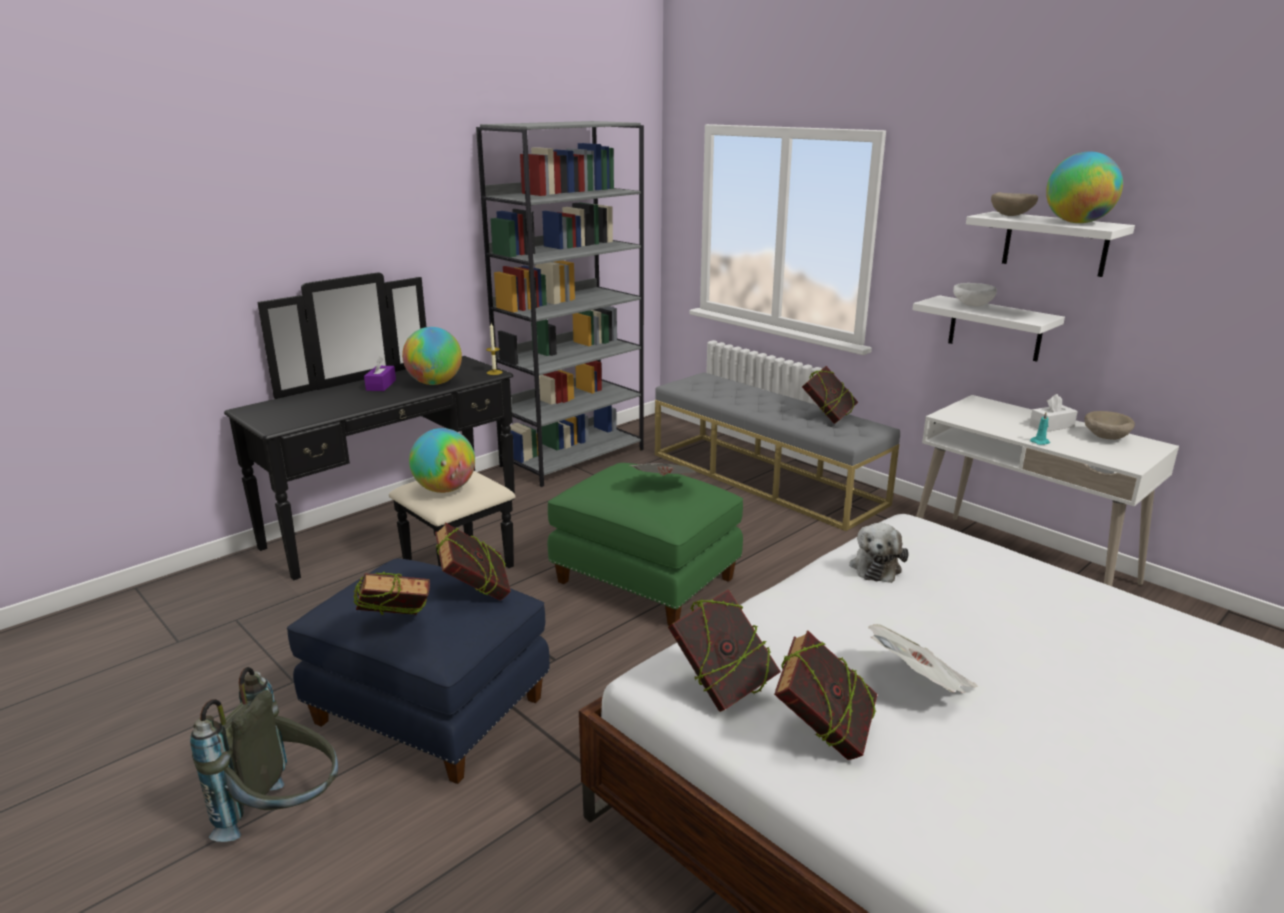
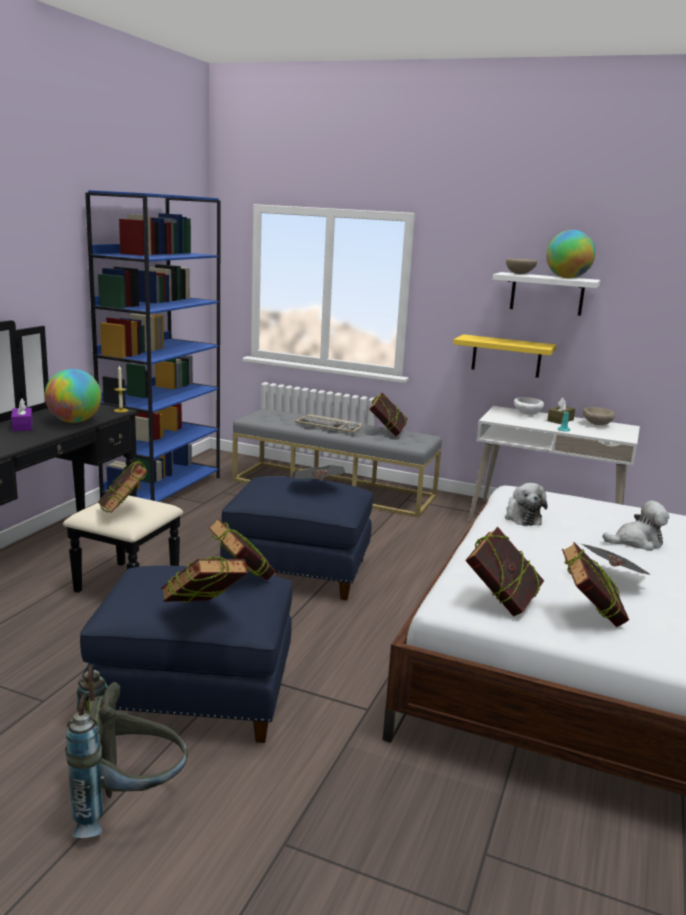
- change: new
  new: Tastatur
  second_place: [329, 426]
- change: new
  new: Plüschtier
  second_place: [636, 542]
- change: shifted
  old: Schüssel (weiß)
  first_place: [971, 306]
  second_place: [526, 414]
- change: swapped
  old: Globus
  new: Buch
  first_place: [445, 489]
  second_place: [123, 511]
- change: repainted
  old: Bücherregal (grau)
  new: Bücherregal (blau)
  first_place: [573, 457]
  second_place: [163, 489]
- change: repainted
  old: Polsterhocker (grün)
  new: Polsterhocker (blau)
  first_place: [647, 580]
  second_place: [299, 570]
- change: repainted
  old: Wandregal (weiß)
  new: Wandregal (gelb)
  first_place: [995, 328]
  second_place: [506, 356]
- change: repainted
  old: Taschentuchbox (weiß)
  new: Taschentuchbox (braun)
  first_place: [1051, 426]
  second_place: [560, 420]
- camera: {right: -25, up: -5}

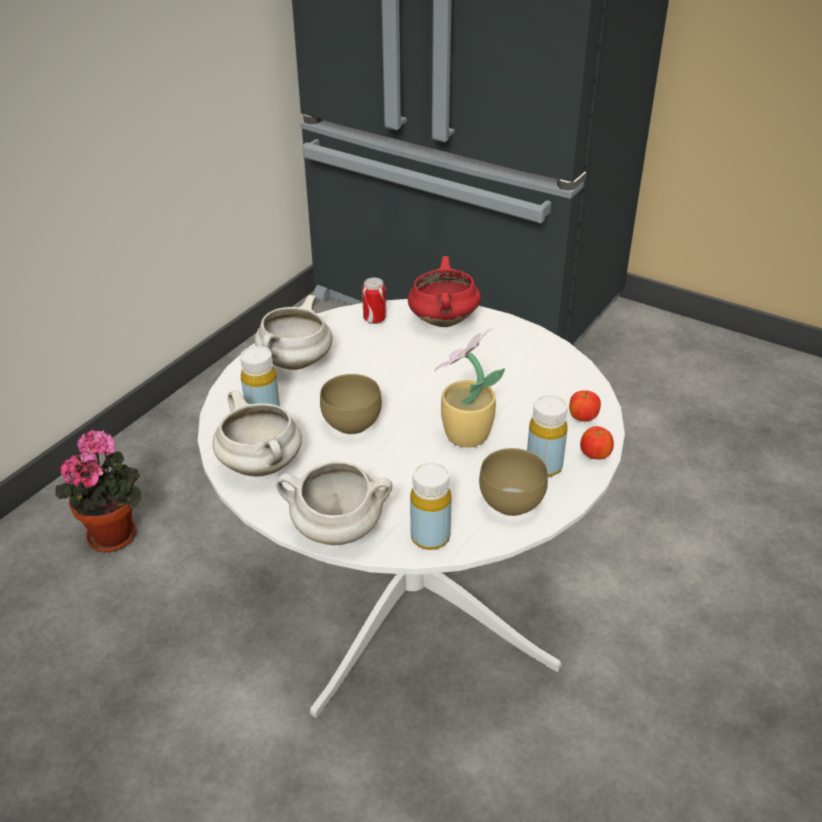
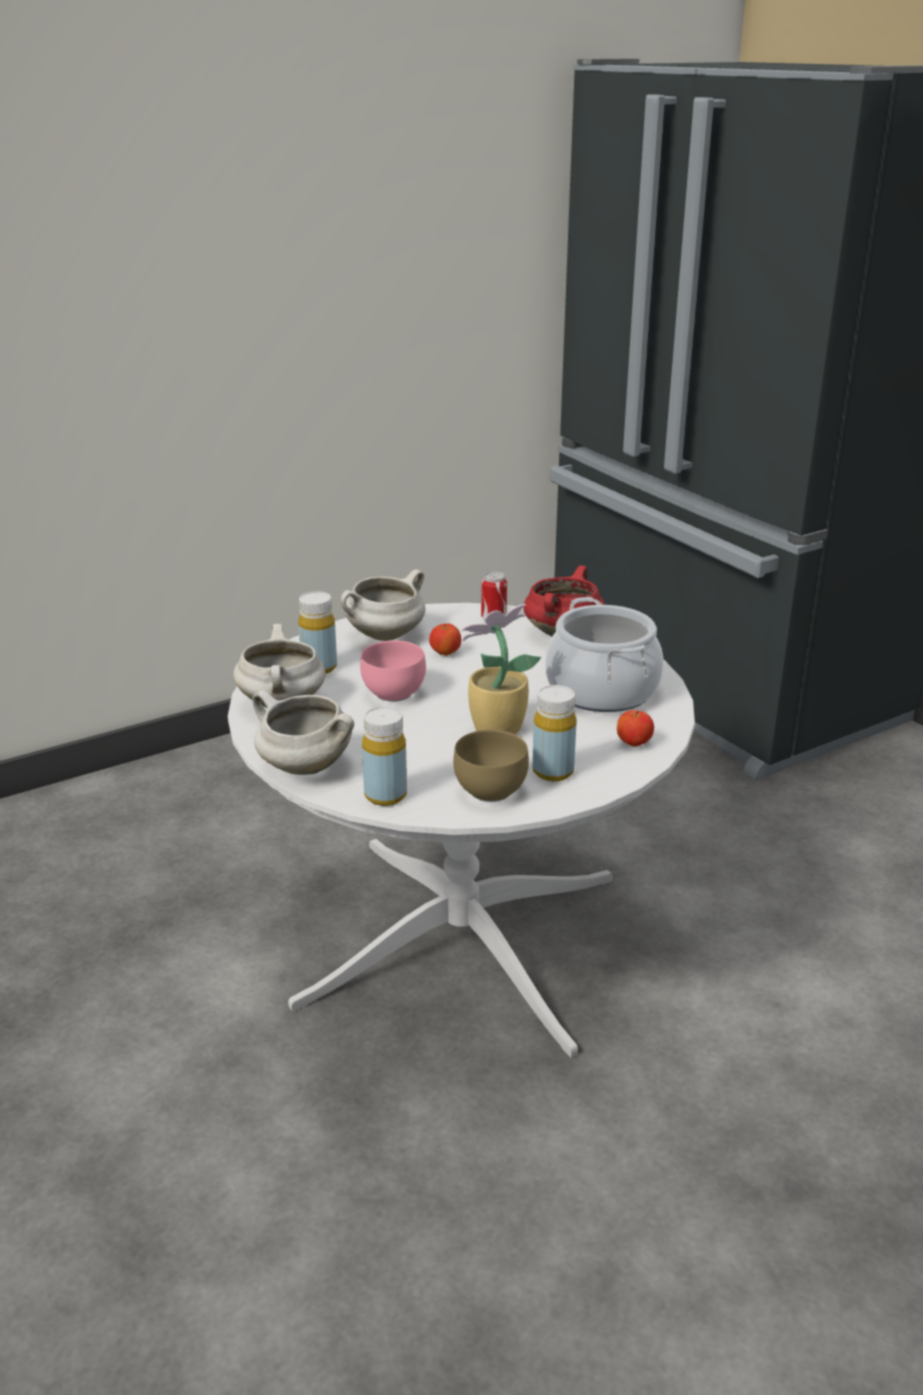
- change: gone
  old: Topfpflanze
  first_place: [115, 532]
- change: new
  new: Kochtopf
  second_place: [601, 691]
- change: shifted
  old: Apfel
  first_place: [595, 456]
  second_place: [445, 653]
- change: repainted
  old: Schüssel (braun)
  new: Schüssel (rosa)
  first_place: [353, 422]
  second_place: [395, 692]
- camera: {right: 25, up: -10}

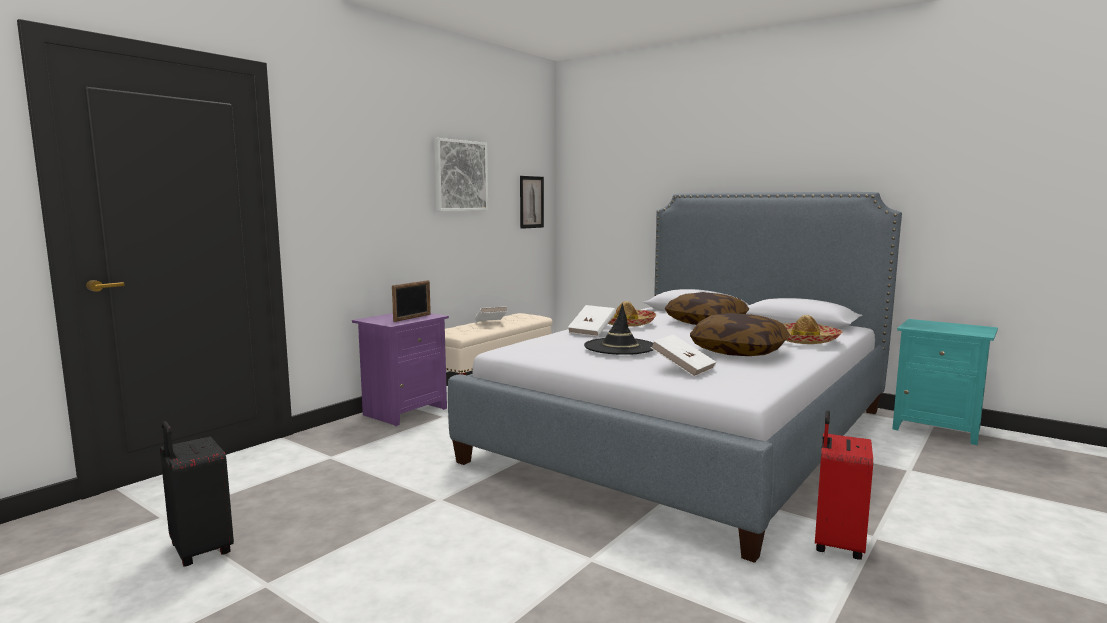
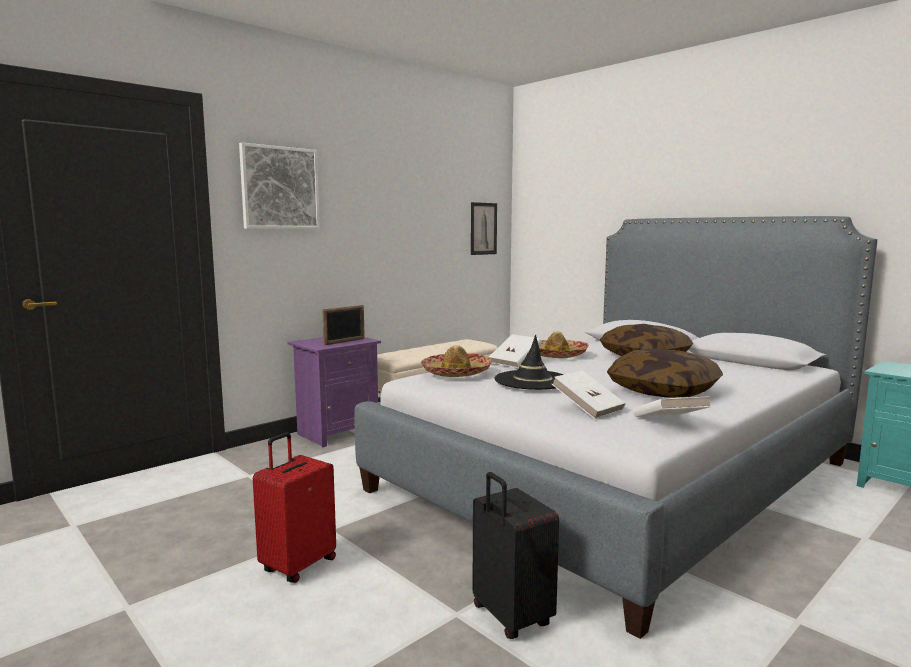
- change: shifted
  old: Koffer (schwarz)
  first_place: [199, 551]
  second_place: [510, 617]
- change: shifted
  old: Bild
  first_place: [460, 176]
  second_place: [280, 188]
- change: shifted
  old: Buch (weiß)
  first_place: [490, 323]
  second_place: [669, 424]
- change: shifted
  old: Hut
  first_place: [805, 340]
  second_place: [456, 372]
- change: shifted
  old: Koffer (rot)
  first_place: [836, 544]
  second_place: [297, 565]
- camera: {right: 10, up: 0}

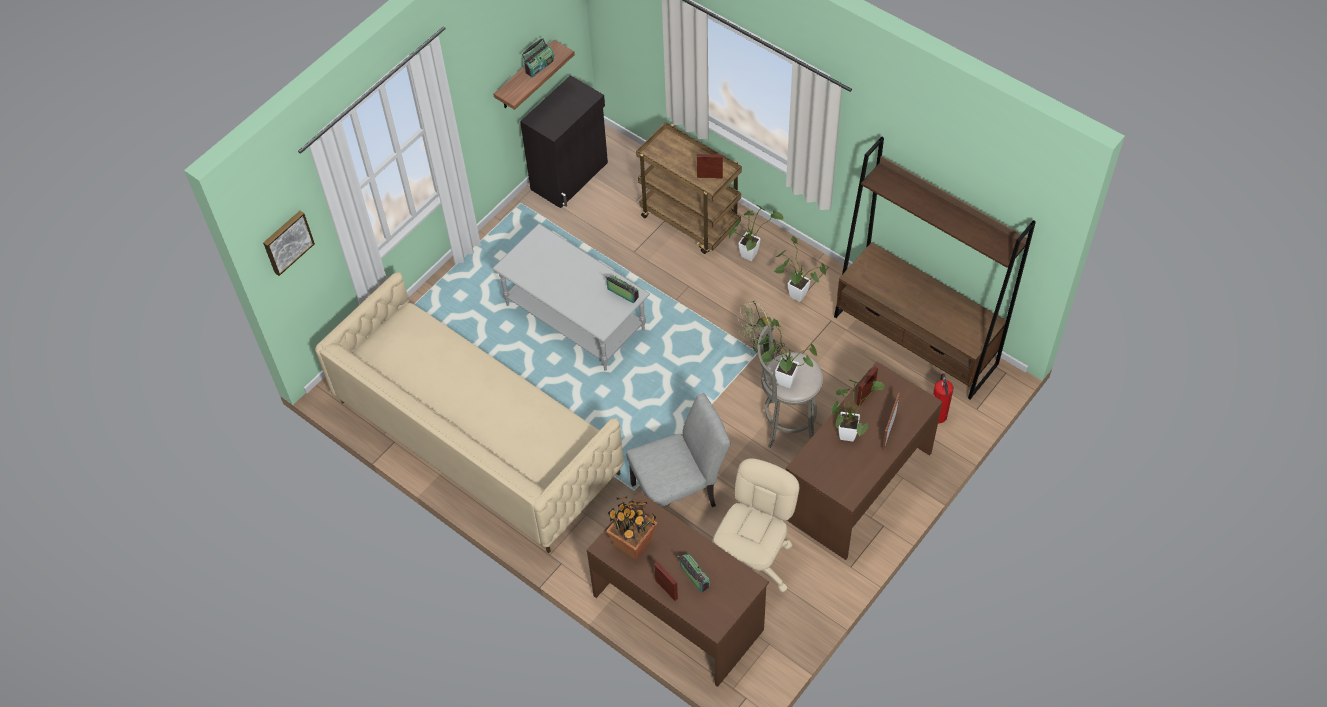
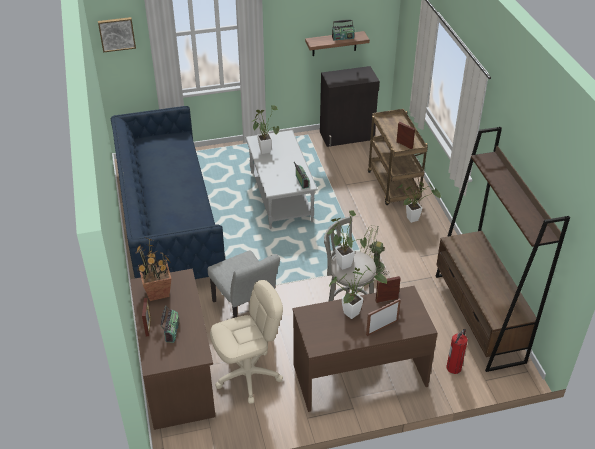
- change: shifted
  old: Topfpflanze
  first_place: [794, 294]
  second_place: [264, 149]
- change: repainted
  old: Sofa (beige)
  new: Sofa (blau)
  first_place: [477, 437]
  second_place: [169, 221]
- change: rotated
  old: Stuhl (grau)
  first_place: [680, 493]
  second_place: [246, 312]
  degrees: 45
- camera: {right: 35, up: -15}

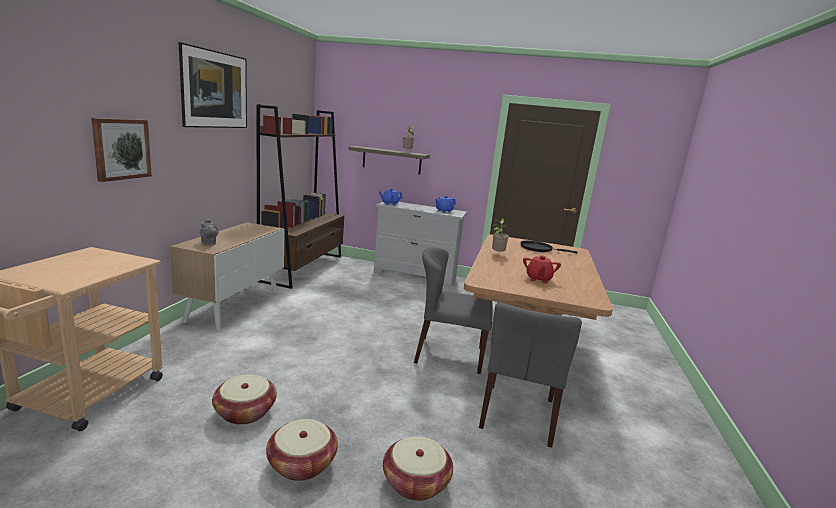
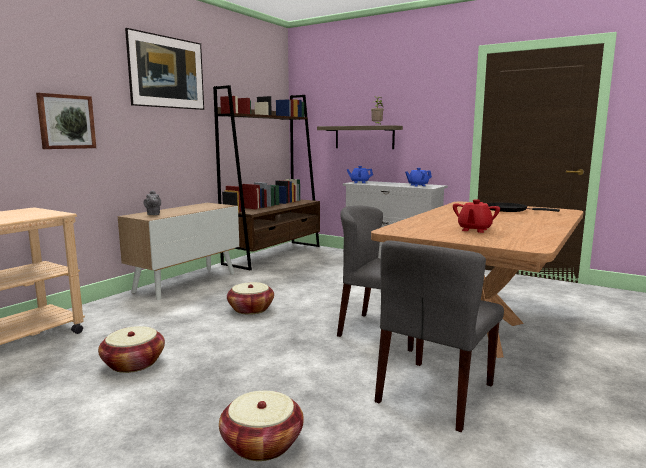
- change: gone
  old: Topfpflanze
  first_place: [497, 254]
- change: shifted
  old: Korb
  first_place: [301, 464]
  second_place: [251, 309]
- camera: {right: 20, up: -5}

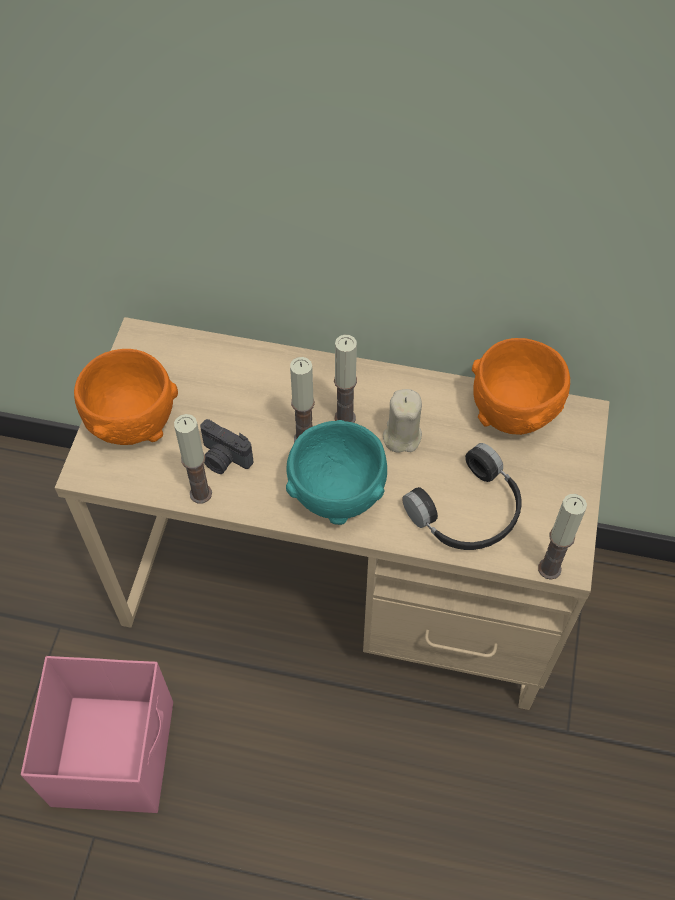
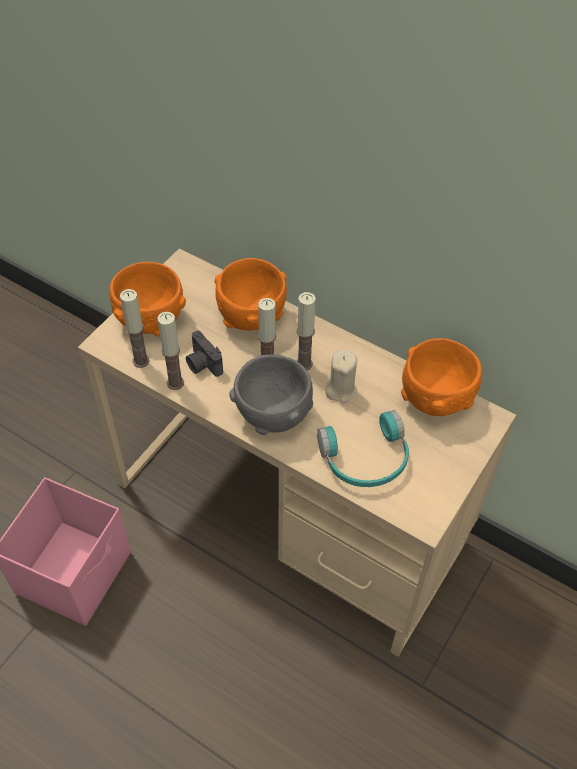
- change: new
  new: Schüssel (orange)
  second_place: [251, 317]
- change: shifted
  old: Kerze
  first_place: [549, 568]
  second_place: [141, 361]
- change: repainted
  old: Schüssel (türkis)
  new: Schüssel (grau)
  first_place: [337, 494]
  second_place: [273, 415]
- change: repainted
  old: Kopfhörer (schwarz)
  new: Kopfhörer (türkis)
  first_place: [468, 513]
  second_place: [366, 460]
- camera: {right: 20, up: -5}

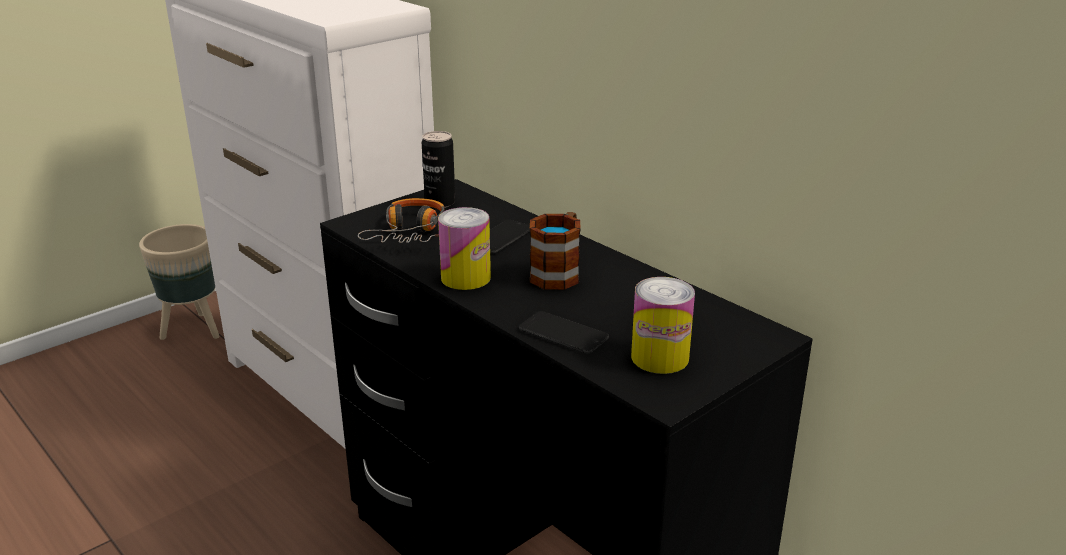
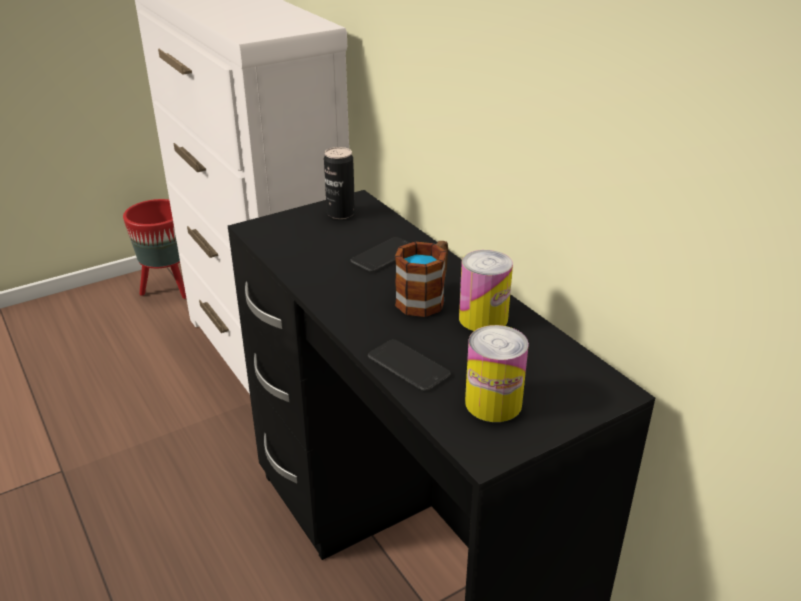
- change: gone
  old: Kopfhörer
  first_place: [410, 233]
- change: shifted
  old: Dose
  first_place: [465, 278]
  second_place: [483, 318]
- change: repainted
  old: Pflanzkübel (beige)
  new: Pflanzkübel (rot)
  first_place: [193, 331]
  second_place: [168, 290]
- camera: {right: 10, up: 5}

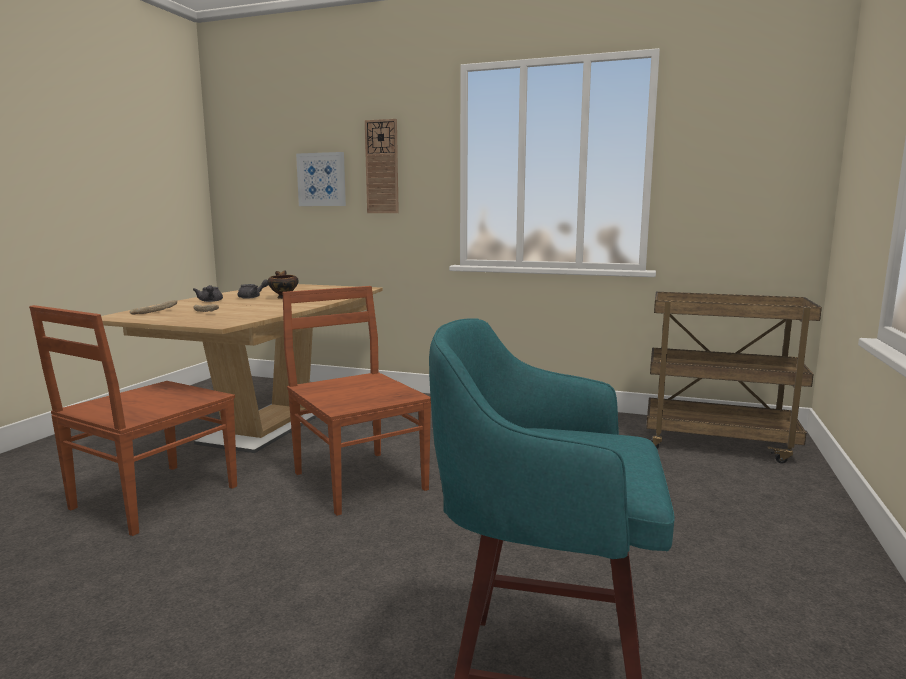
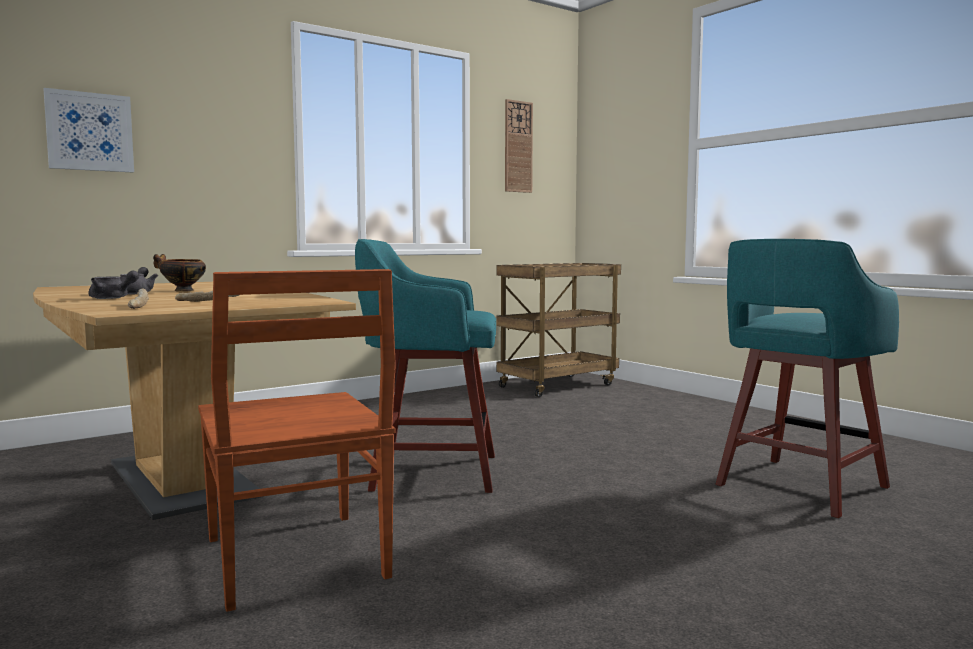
- change: shifted
  old: Wanduhr
  first_place: [382, 167]
  second_place: [518, 147]
- change: swapped
  old: Stuhl (braun)
  new: Hocker (türkis)
  first_place: [358, 479]
  second_place: [430, 472]
- camera: {right: -55, up: -5}

